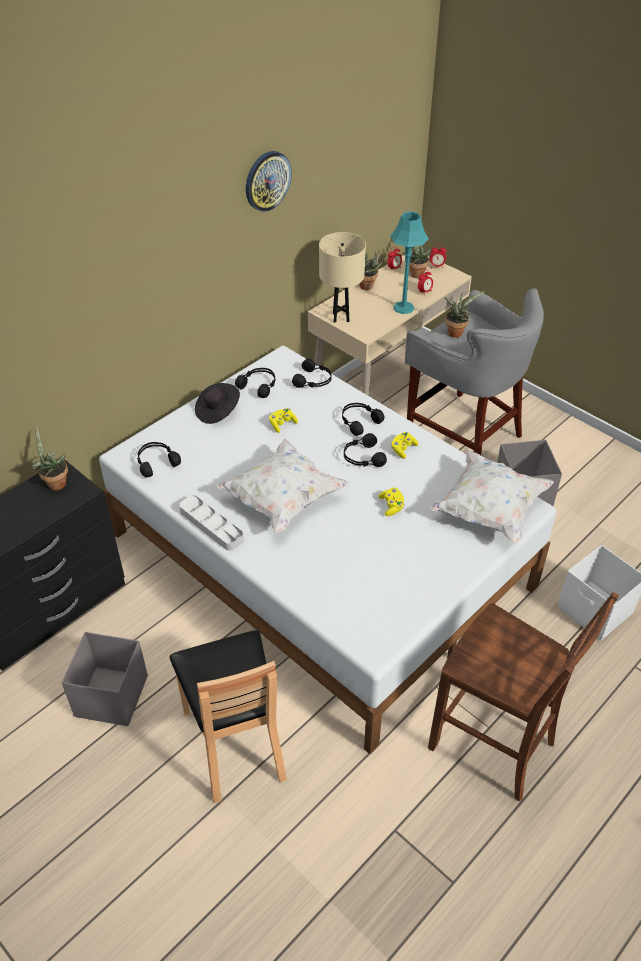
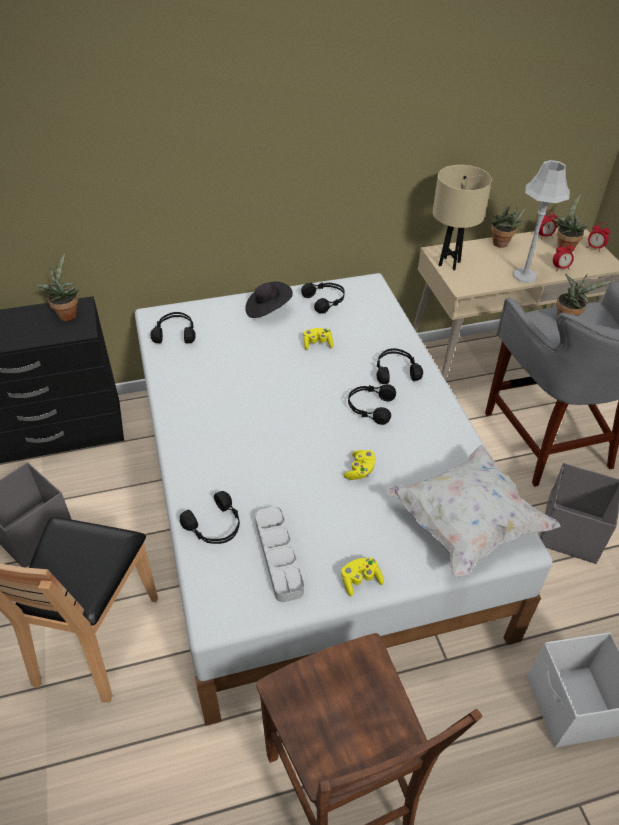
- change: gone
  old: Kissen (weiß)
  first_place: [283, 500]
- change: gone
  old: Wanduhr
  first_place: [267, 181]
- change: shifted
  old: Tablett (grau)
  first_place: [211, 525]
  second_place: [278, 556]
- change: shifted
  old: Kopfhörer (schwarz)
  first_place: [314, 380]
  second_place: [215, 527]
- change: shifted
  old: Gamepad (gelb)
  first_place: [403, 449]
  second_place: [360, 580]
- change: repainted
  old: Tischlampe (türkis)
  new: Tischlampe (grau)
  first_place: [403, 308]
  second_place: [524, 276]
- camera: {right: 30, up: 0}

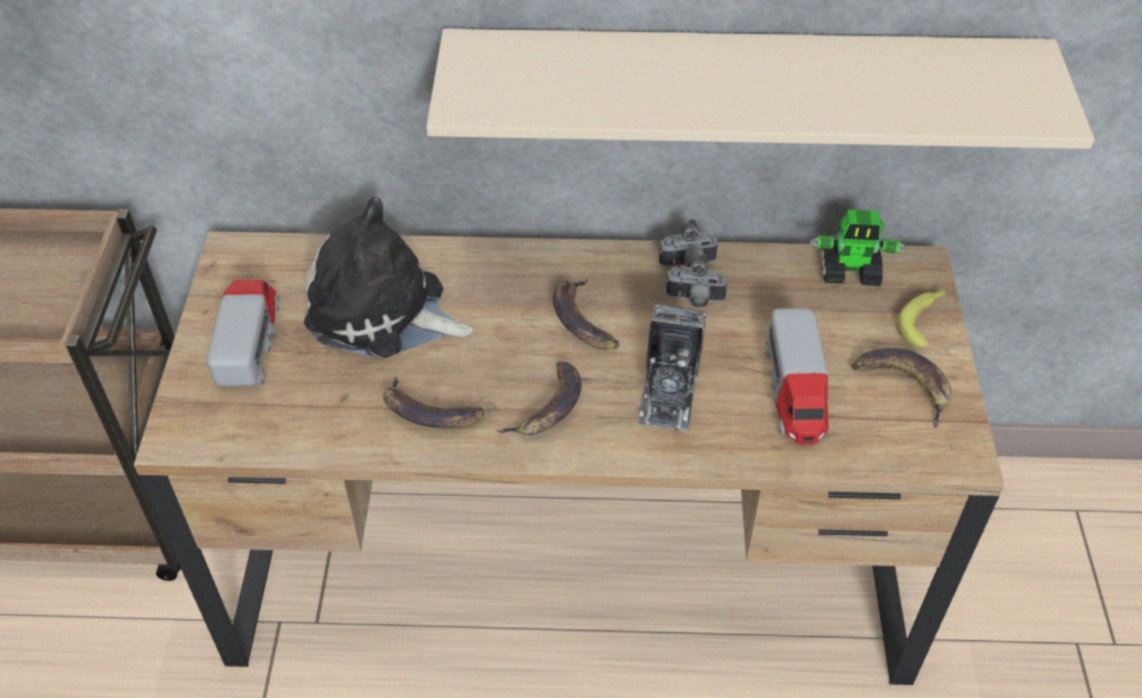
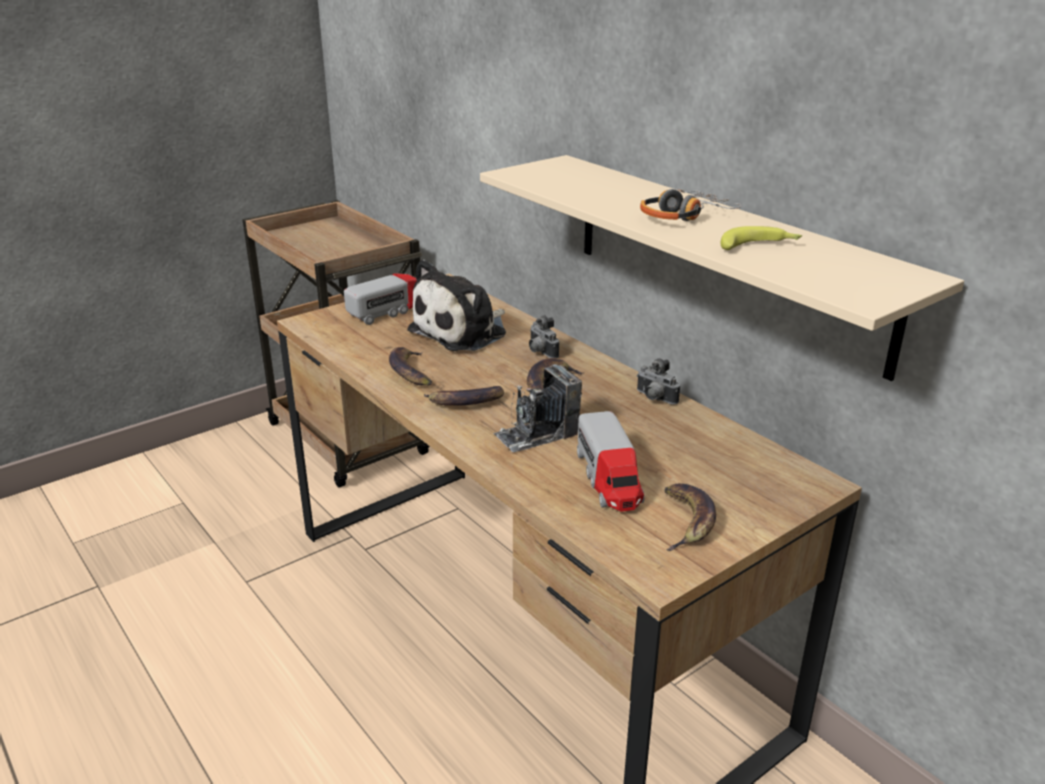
- change: gone
  old: Spielzeugroboter
  first_place: [851, 272]
- change: new
  new: Kopfhörer
  second_place: [683, 216]
- change: shifted
  old: Kamera
  first_place: [694, 300]
  second_place: [540, 352]
- change: shifted
  old: Banane
  first_place: [924, 320]
  second_place: [759, 246]
- change: rotated
  old: Plüschtier
  first_place: [383, 313]
  second_place: [462, 332]
  degrees: -120
- change: rotated
  old: Spielzeuglaster
  first_place: [795, 391]
  second_place: [609, 479]
  degrees: -60
- camera: {right: 50, up: -20}

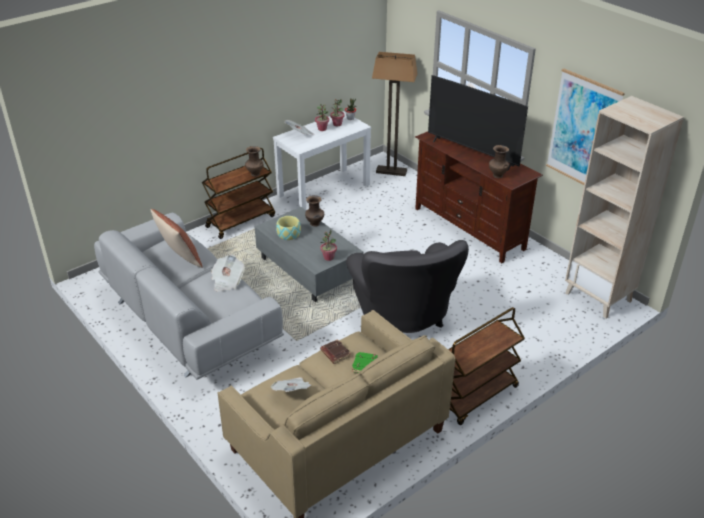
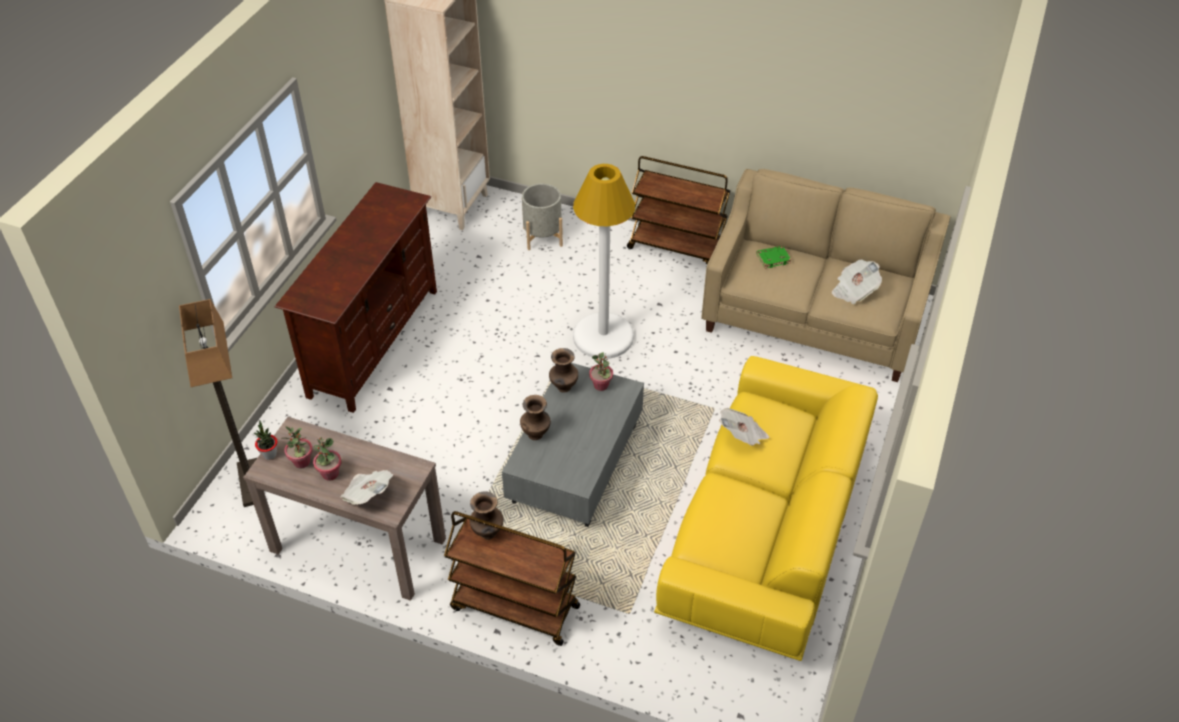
- change: gone
  old: Kissen
  first_place: [180, 258]
- change: gone
  old: Schüssel
  first_place: [288, 234]
- change: gone
  old: Buch (braun)
  first_place: [335, 353]
- change: gone
  old: Fernseher
  first_place: [472, 153]
- change: gone
  old: Bild
  first_place: [583, 131]
- change: new
  new: Pflanzkübel (grau)
  second_place: [542, 237]
- change: shifted
  old: Vase (braun)
  first_place: [497, 175]
  second_place: [563, 387]
- change: swapped
  old: Sessel (grau)
  new: Stehlampe (weiß)
  first_place: [403, 318]
  second_place: [603, 337]
- change: repainted
  old: Sofa (grau)
  new: Sofa (gelb)
  first_place: [189, 318]
  second_place: [765, 532]
- change: repainted
  old: Konsolentisch (weiß)
  new: Konsolentisch (braun)
  first_place: [324, 190]
  second_place: [357, 545]
- camera: {right: -120, up: 10}

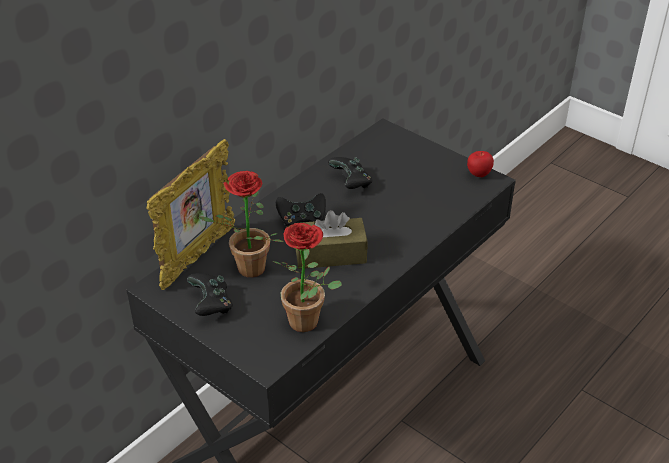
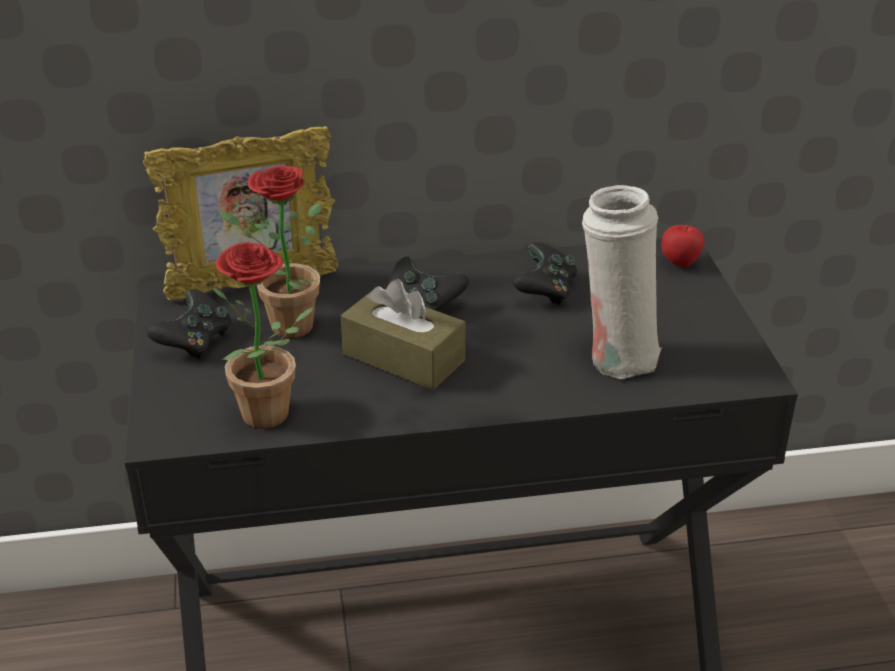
- change: new
  new: Vase (weiß)
  second_place: [616, 357]
- change: shifted
  old: Apfel
  first_place: [478, 175]
  second_place: [680, 263]
- camera: {right: 40, up: -5}

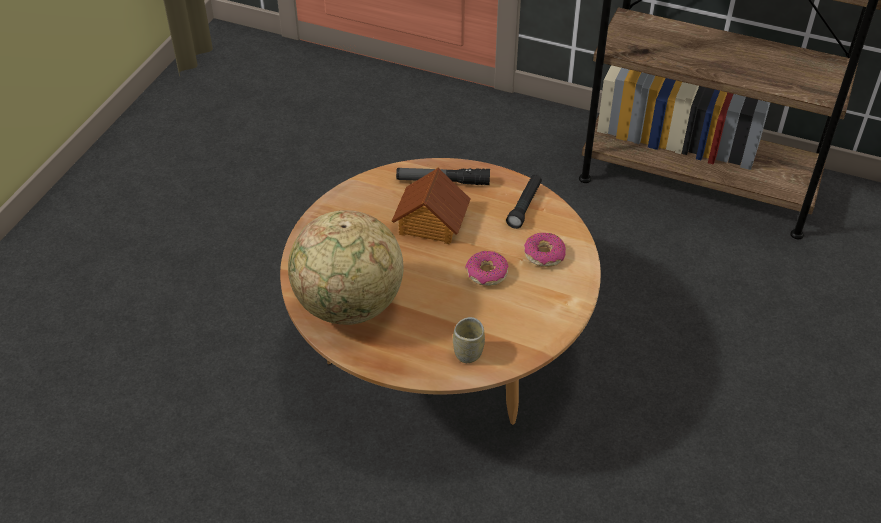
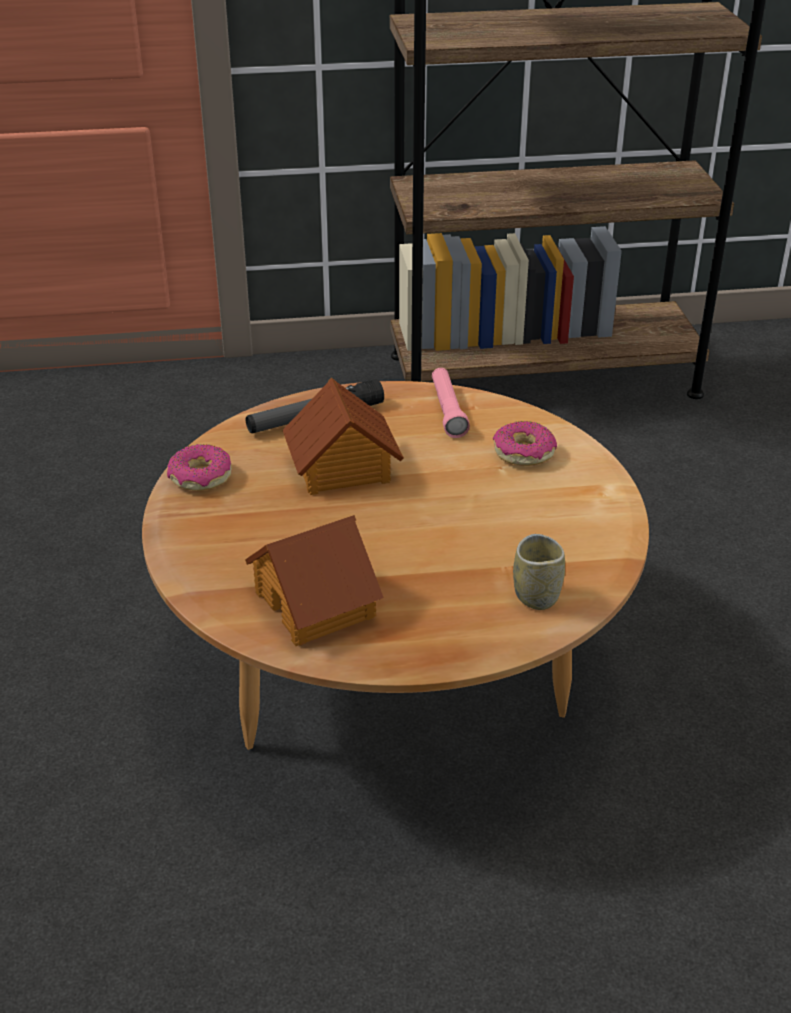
- change: shifted
  old: Donut
  first_place: [486, 273]
  second_place: [200, 477]
- change: swapped
  old: Globus
  new: Spielzeughaus
  first_place: [349, 306]
  second_place: [316, 603]
- change: repainted
  old: Taschenlampe (schwarz)
  new: Taschenlampe (rosa)
  first_place: [524, 206]
  second_place: [448, 411]
- camera: {right: -30, up: -10}

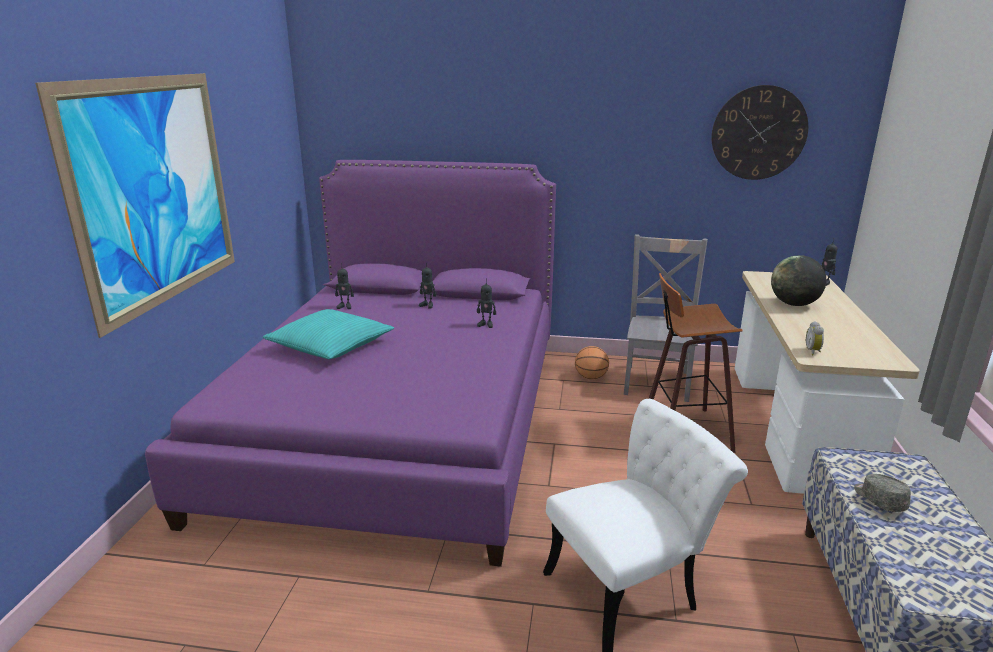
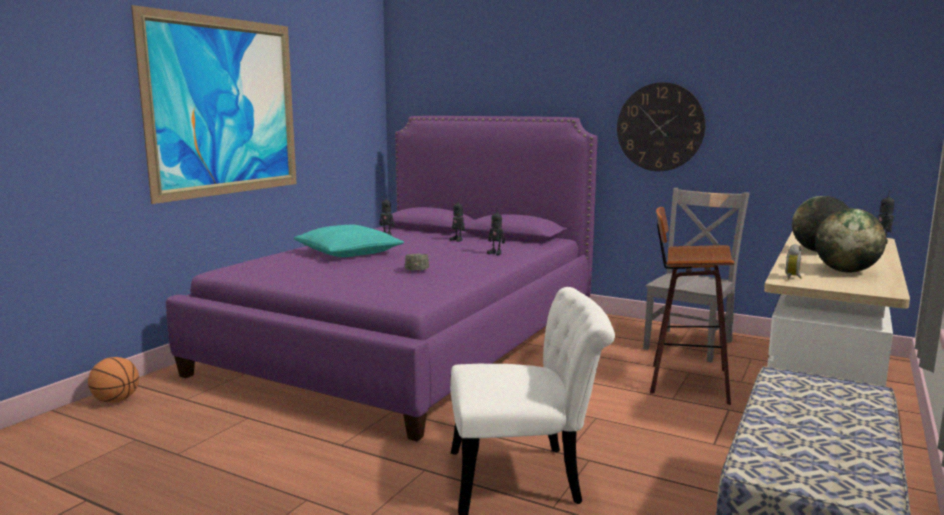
- change: new
  new: Globus
  second_place: [845, 271]
- change: shifted
  old: Basketball
  first_place: [591, 377]
  second_place: [116, 401]
- change: shifted
  old: Wanduhr
  first_place: [758, 133]
  second_place: [660, 127]
- change: shifted
  old: Kappe (grau)
  first_place: [879, 499]
  second_place: [417, 269]
- camera: {right: 20, up: -10}

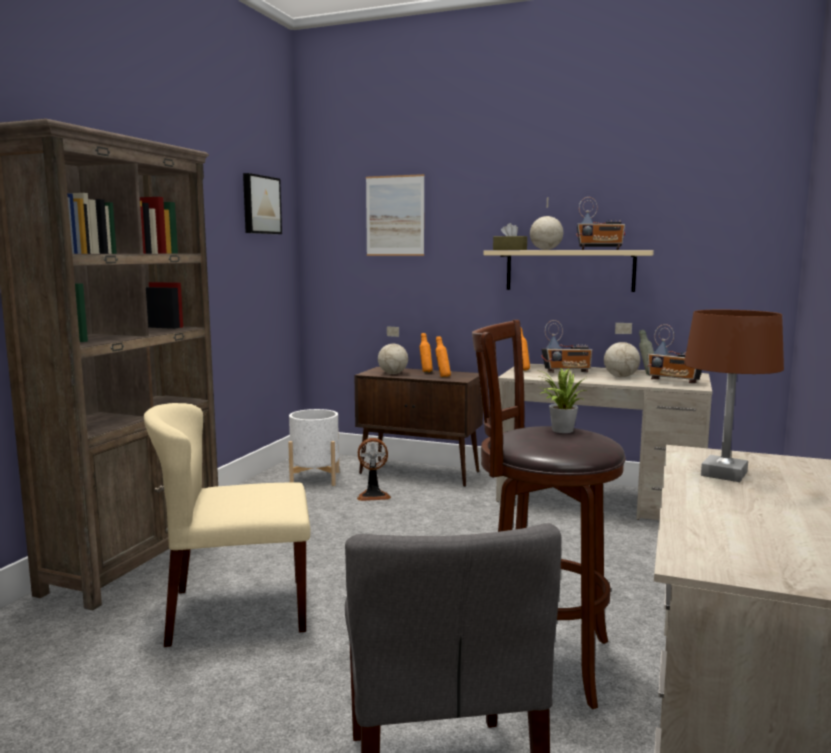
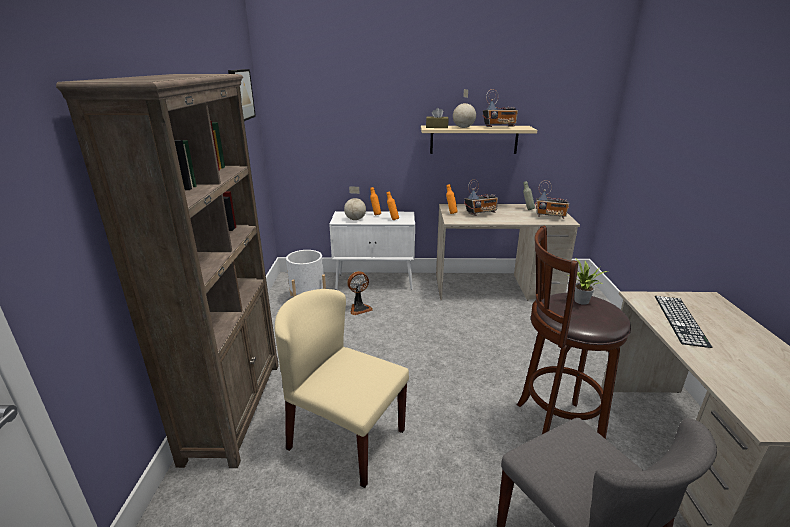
- change: gone
  old: Bild
  first_place: [395, 216]
- change: gone
  old: Globus
  first_place: [620, 377]
- change: swapped
  old: Tischlampe (braun)
  new: Tastatur
  first_place: [724, 474]
  second_place: [680, 320]
- change: repainted
  old: Schrank (braun)
  new: Schrank (weiß)
  first_place: [420, 473]
  second_place: [375, 282]
- change: rotated
  old: Stuhl (beige)
  first_place: [237, 611]
  second_place: [345, 439]
  degrees: 60
- camera: {right: -20, up: 15}

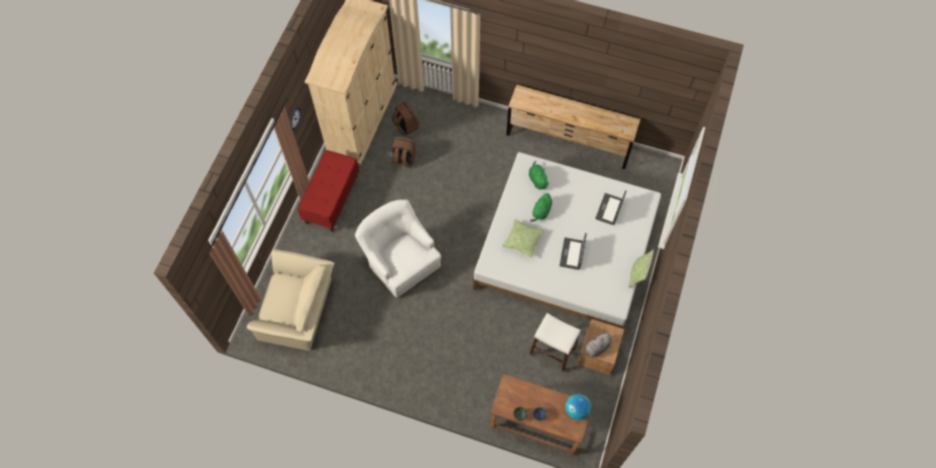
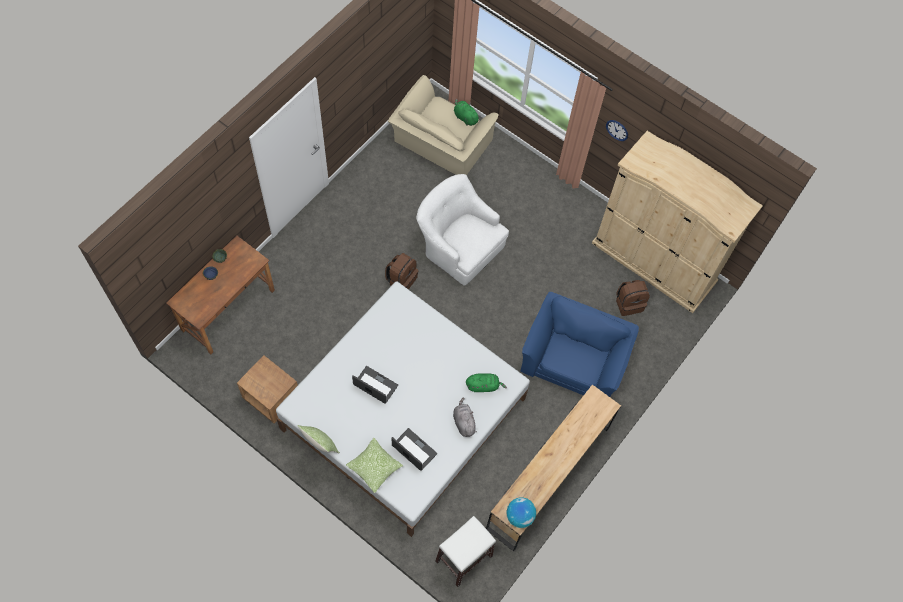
- change: gone
  old: Bank (rot)
  first_place: [331, 199]
- change: new
  new: Sessel (blau)
  second_place: [574, 358]
- change: shifted
  old: Rucksack (braun)
  first_place: [404, 159]
  second_place: [401, 279]
- change: shifted
  old: Kissen
  first_place: [522, 240]
  second_place: [374, 467]
- change: shifted
  old: Plüschtier (grün)
  first_place: [541, 211]
  second_place: [465, 117]
- change: shifted
  old: Hocker (weiß)
  first_place: [552, 351]
  second_place: [463, 558]
- change: shifted
  old: Globus
  first_place: [576, 410]
  second_place: [519, 516]
- change: shifted
  old: Plüschtier (grau)
  first_place: [596, 348]
  second_place: [463, 422]
- change: rotated
  old: Sessel (weiß)
  first_place: [400, 260]
  second_place: [459, 246]
  degrees: -120
- camera: {right: 105, up: 0}

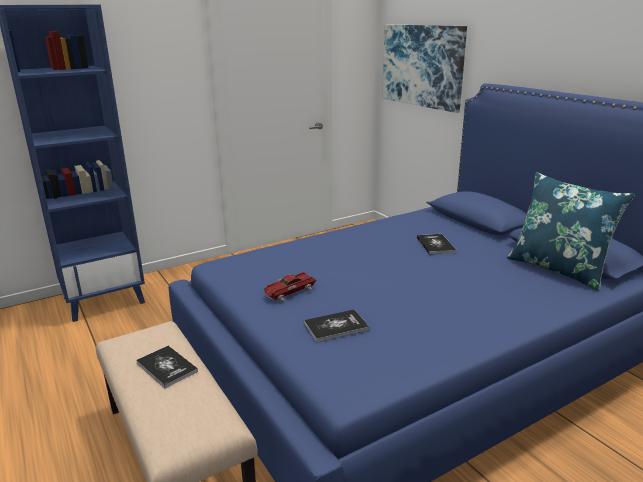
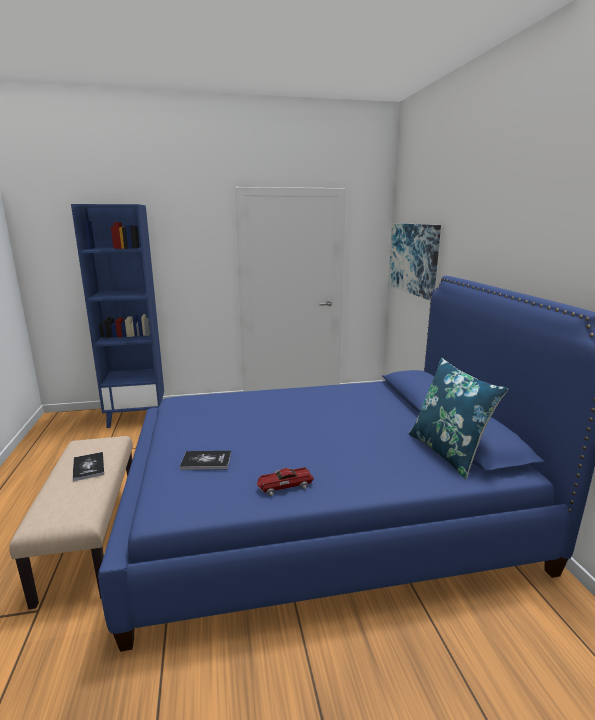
- change: gone
  old: Buch
  first_place: [435, 245]
- change: shifted
  old: Spielzeugauto
  first_place: [289, 292]
  second_place: [284, 486]
- camera: {right: 20, up: -5}

